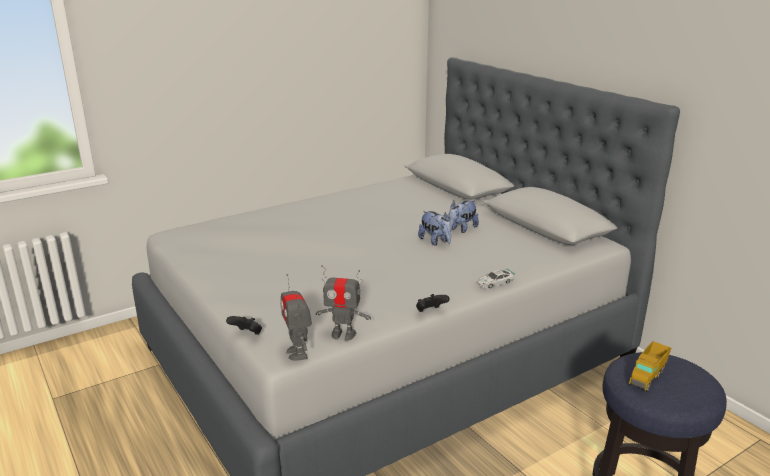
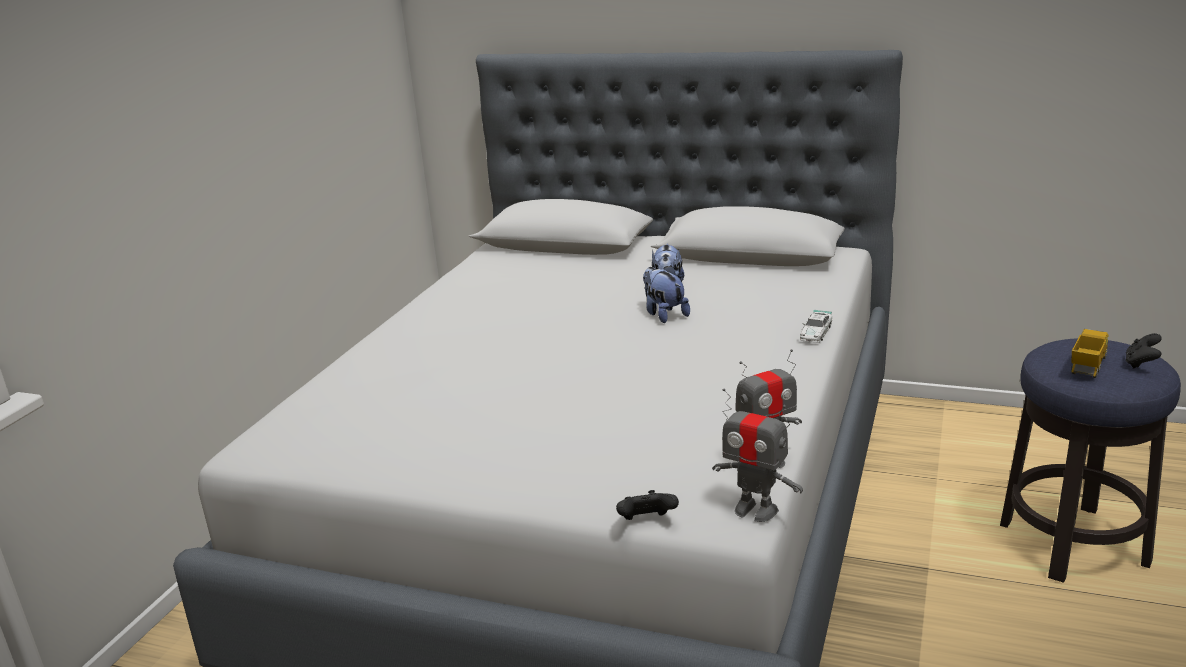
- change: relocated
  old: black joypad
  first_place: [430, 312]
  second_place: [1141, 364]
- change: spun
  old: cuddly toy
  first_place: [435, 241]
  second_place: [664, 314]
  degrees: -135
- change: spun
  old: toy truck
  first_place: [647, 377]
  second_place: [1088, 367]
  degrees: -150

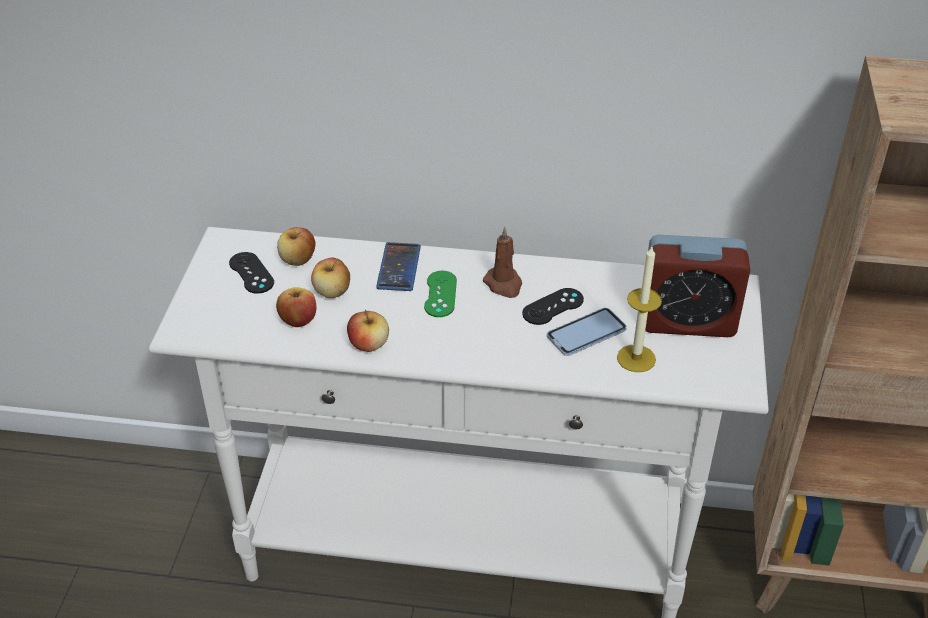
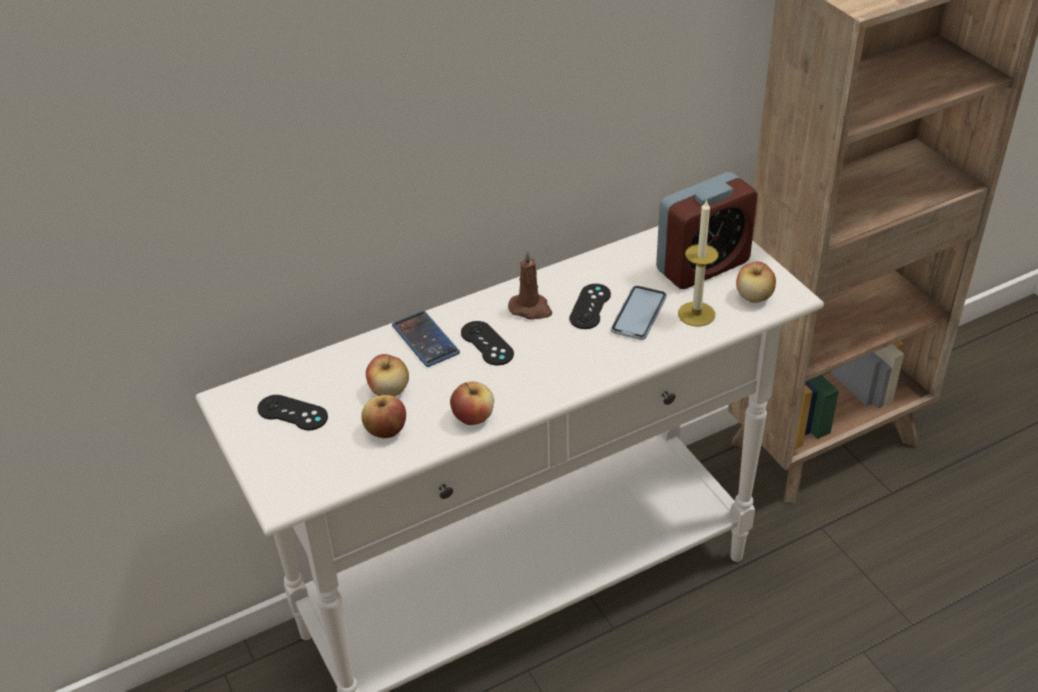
- change: relocated
  old: whole apple
  first_place: [298, 260]
  second_place: [754, 296]
- change: colour
  old: green joypad
  new: black joypad
  first_place: [440, 294]
  second_place: [487, 343]

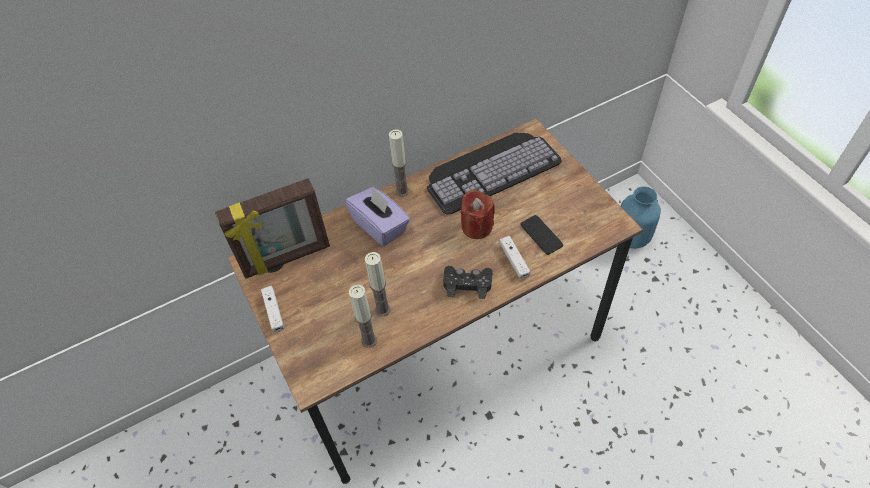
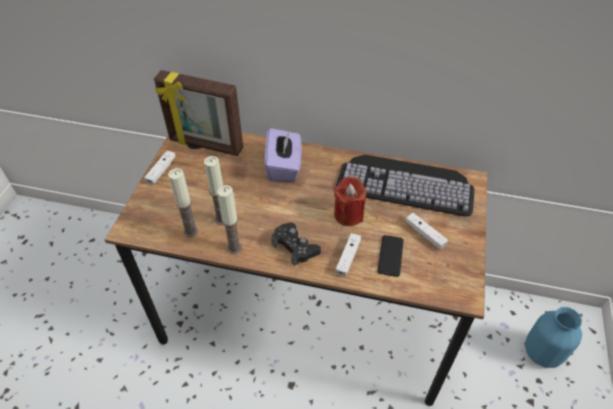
- change: relocated
  old: wax light
  first_place: [402, 191]
  second_place: [234, 248]
- change: appeared
  new: white joypad
  second_place: [425, 234]

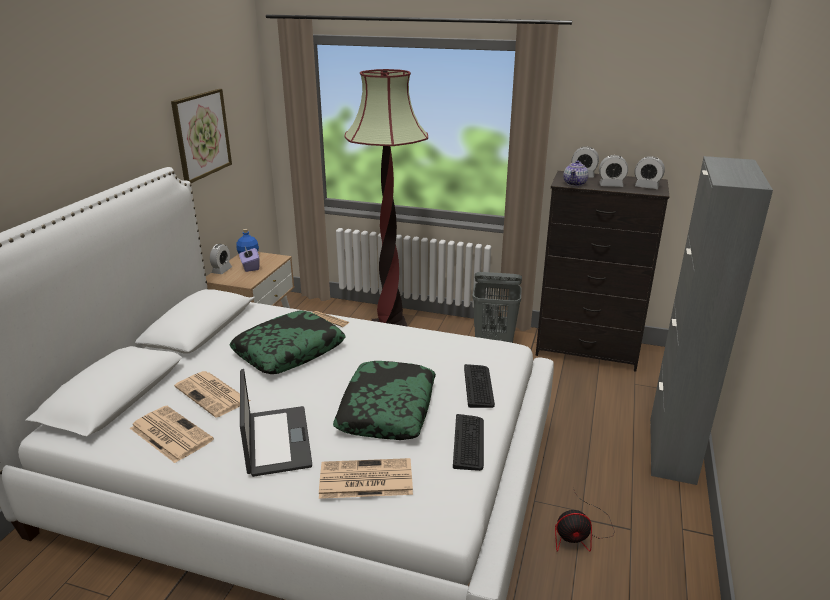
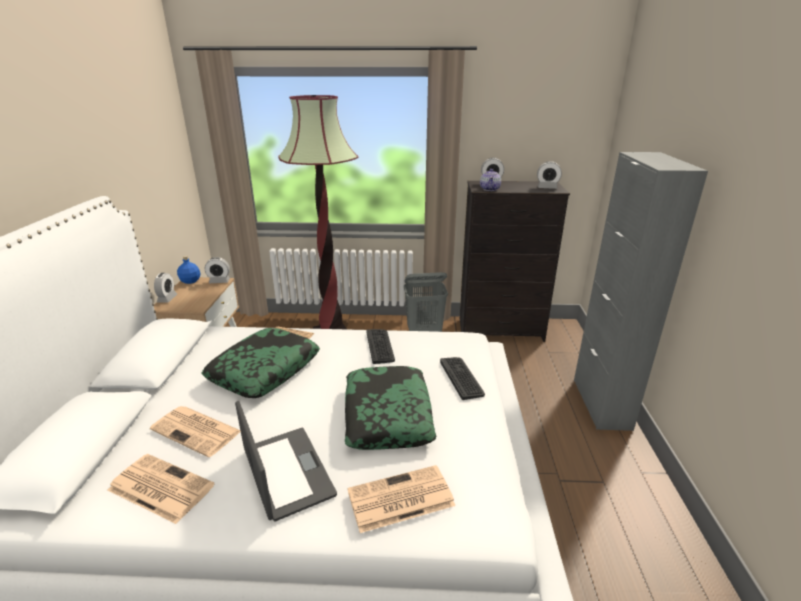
- change: missing
  old: wall art
  first_place: [201, 135]
- change: missing
  old: purple-coloured tissue holder
  first_place: [250, 267]
- change: relocated
  old: computer keyboard
  first_place: [469, 442]
  second_place: [380, 346]
- change: missing
  old: fan
  first_place: [580, 534]
- change: relocated
  old: alarm clock
  first_place: [611, 185]
  second_place: [219, 281]

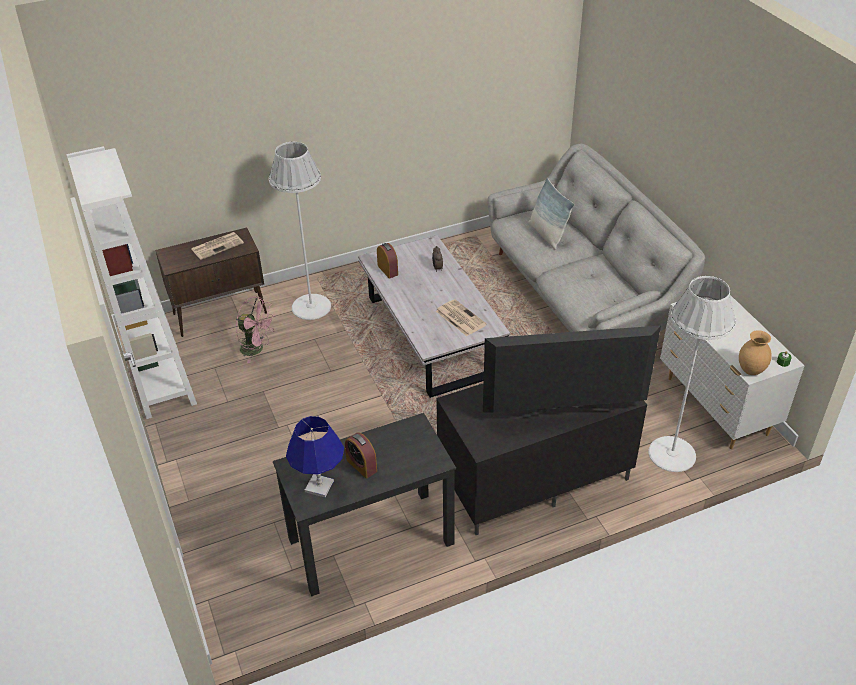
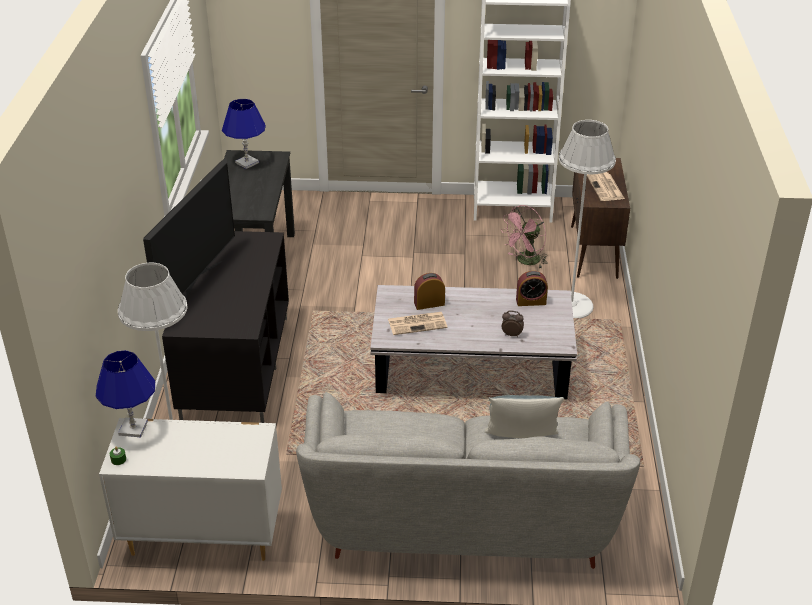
- change: relocated
  old: alarm clock
  first_place: [361, 465]
  second_place: [429, 304]
- change: exchanged
  old: brownish decorative vase
  new: blue-coloured tabletop lamp
  first_place: [750, 370]
  second_place: [133, 428]

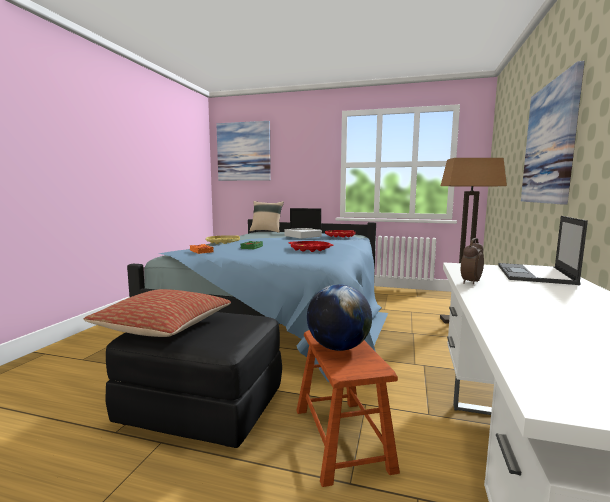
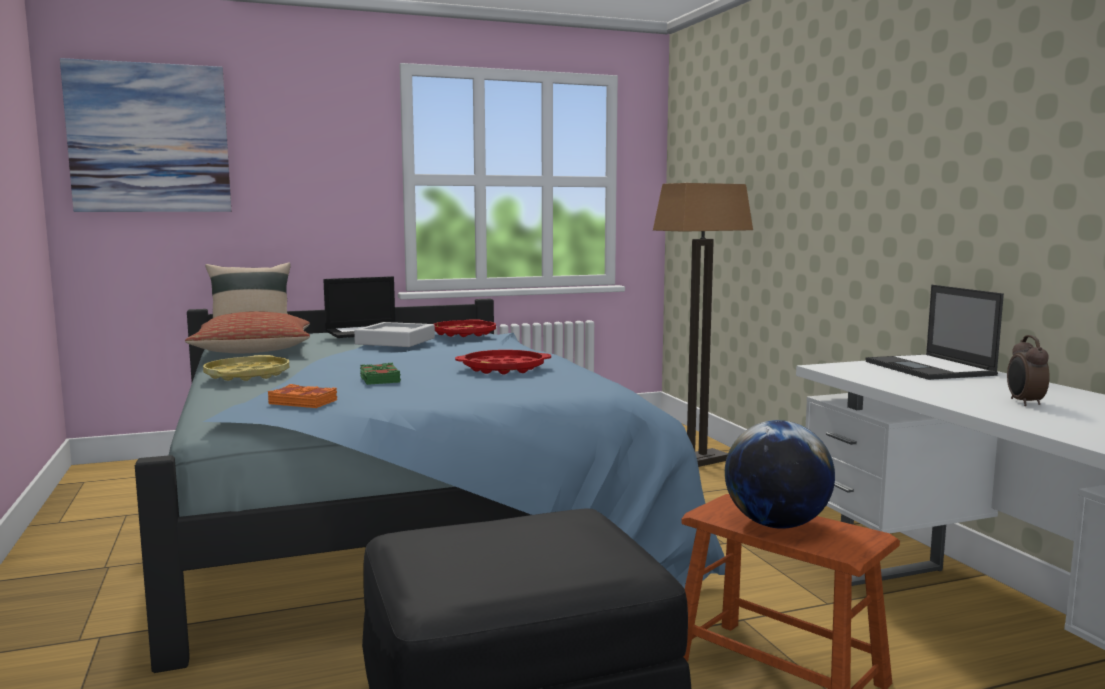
- change: relocated
  old: throw pillow
  first_place: [164, 327]
  second_place: [253, 351]
- change: relocated
  old: alarm clock
  first_place: [470, 282]
  second_place: [1024, 403]
- change: missing
  old: wall art
  first_place: [550, 143]

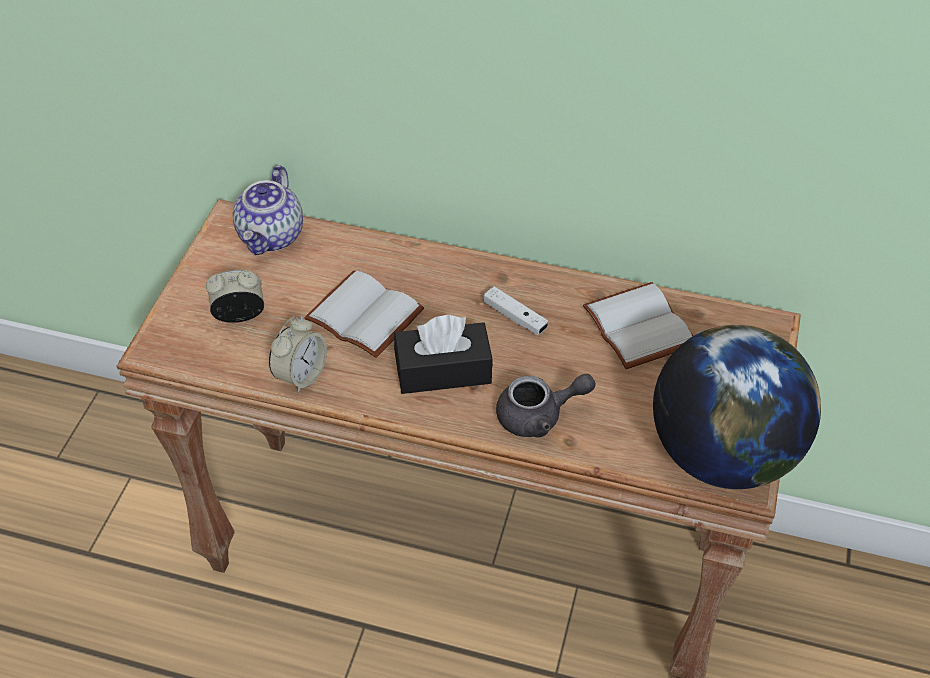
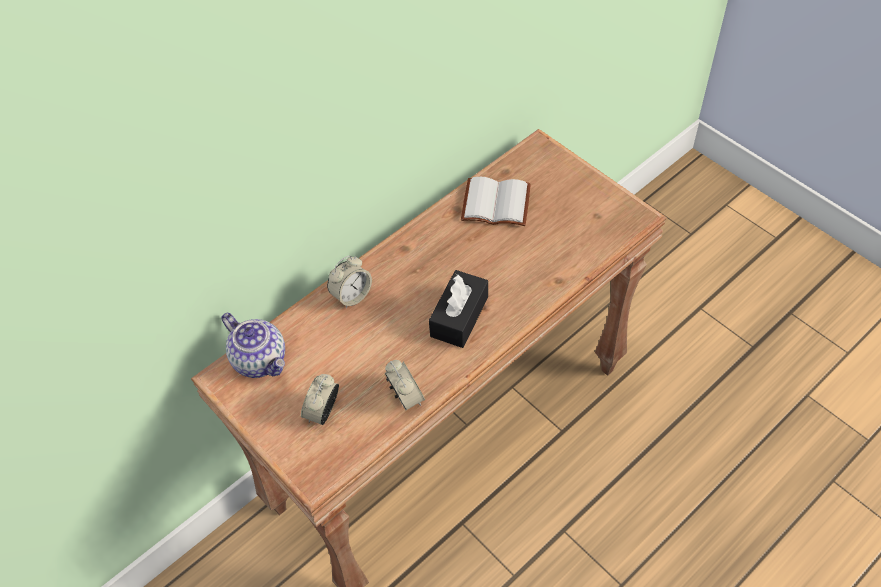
- change: missing
  old: white volume
  first_place: [361, 317]
- change: missing
  old: white joypad
  first_place: [515, 317]
- change: missing
  old: grey tea pot
  first_place: [539, 416]
- change: missing
  old: desk globe
  first_place: [722, 454]
- change: appeared
  new: alarm clock
  second_place: [352, 295]

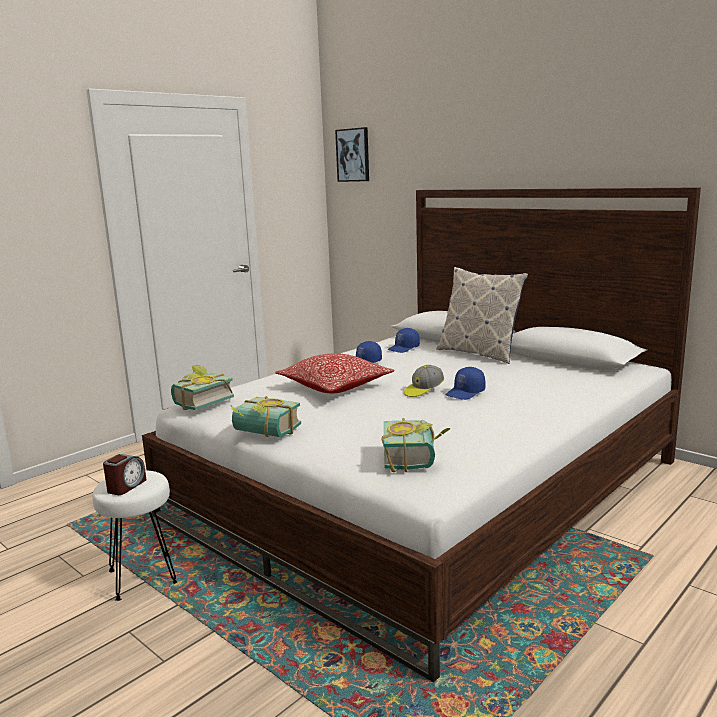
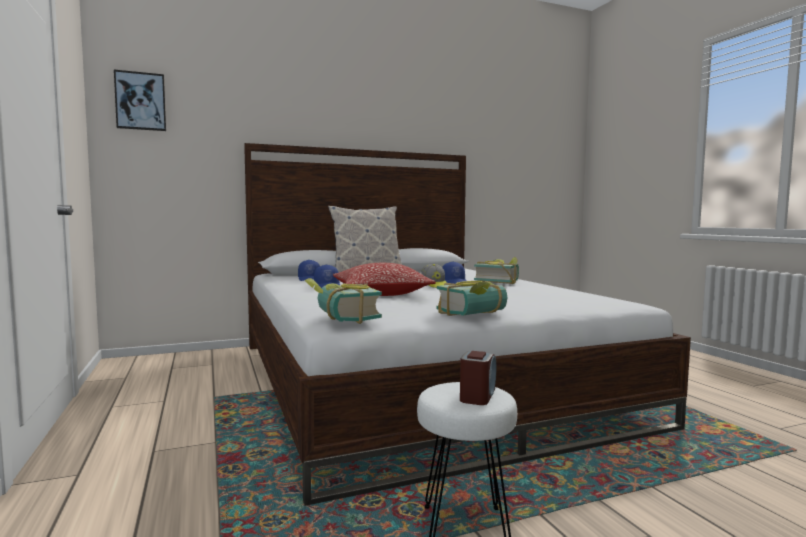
- change: spun
  old: alarm clock
  first_place: [126, 486]
  second_place: [477, 395]
  degrees: 60
- change: relocated
  old: volume
  first_place: [415, 459]
  second_place: [497, 282]

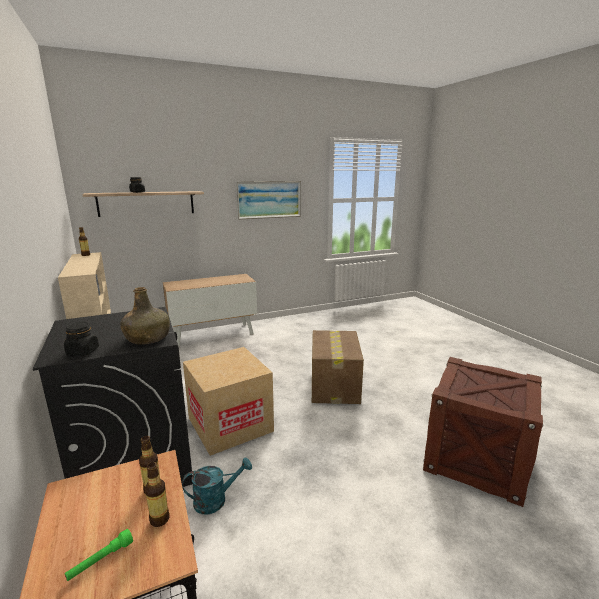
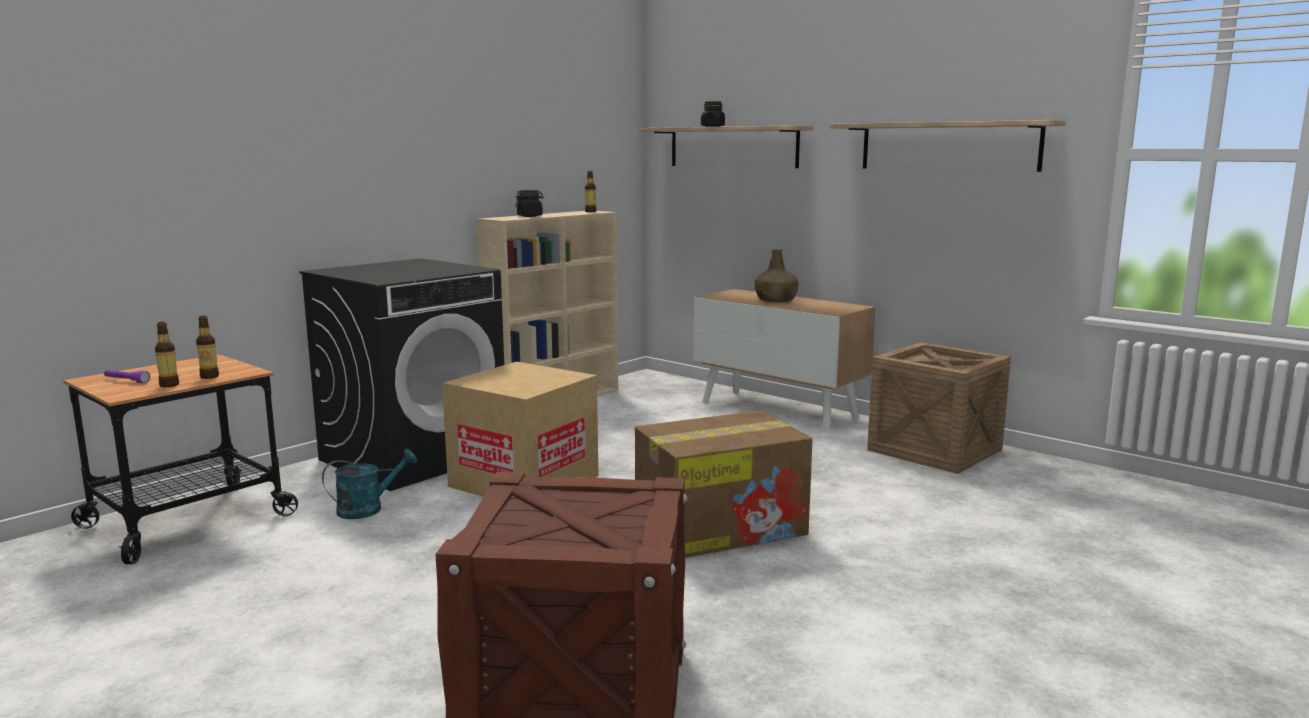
- change: relocated
  old: black storage jar
  first_place: [83, 351]
  second_place: [530, 216]
- change: colour
  old: green hand torch
  new: purple-coloured hand torch
  first_place: [101, 560]
  second_place: [126, 381]
- change: relocated
  old: green bottle
  first_place: [148, 338]
  second_place: [776, 300]
- change: spun
  old: blue-green watering pot
  first_place: [216, 500]
  second_place: [368, 509]
  degrees: -75
- change: exchanged
  old: wall art
  new: shelf
  first_place: [269, 199]
  second_place: [948, 146]
- change: appeared
  new: shipping crate
  second_place: [934, 450]

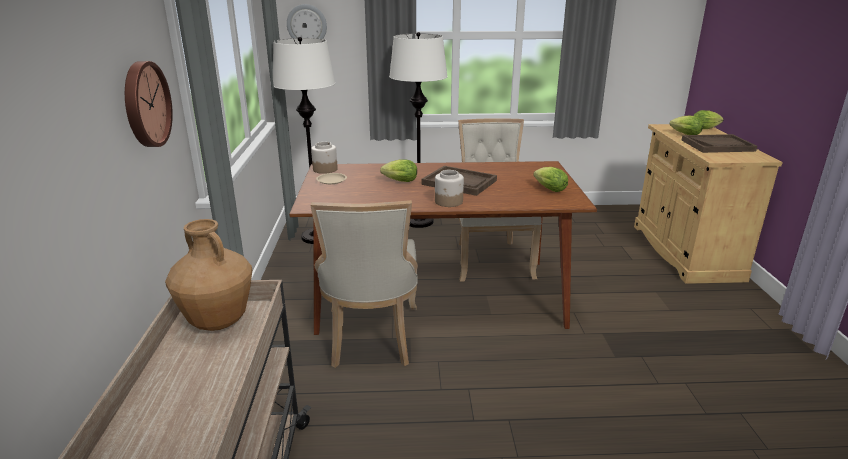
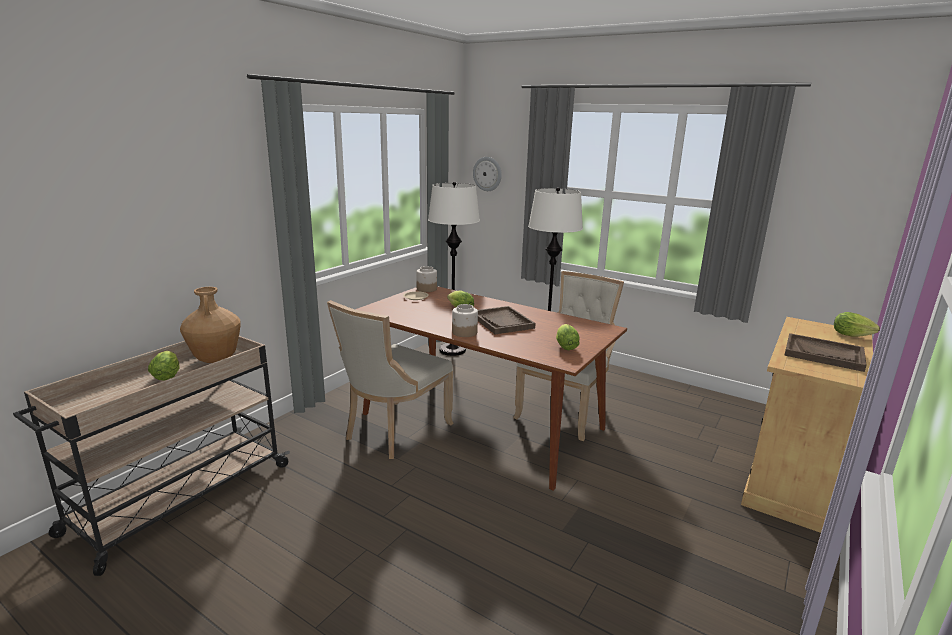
- change: missing
  old: hanging clock
  first_place: [144, 104]
- change: relocated
  old: head of lettuce
  first_place: [683, 134]
  second_place: [168, 375]

